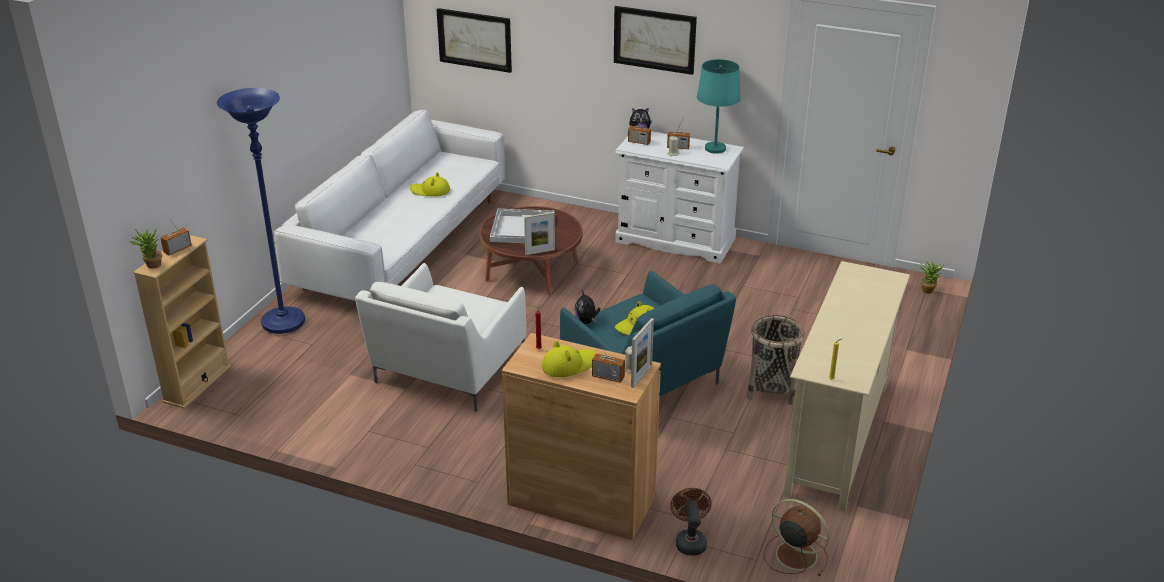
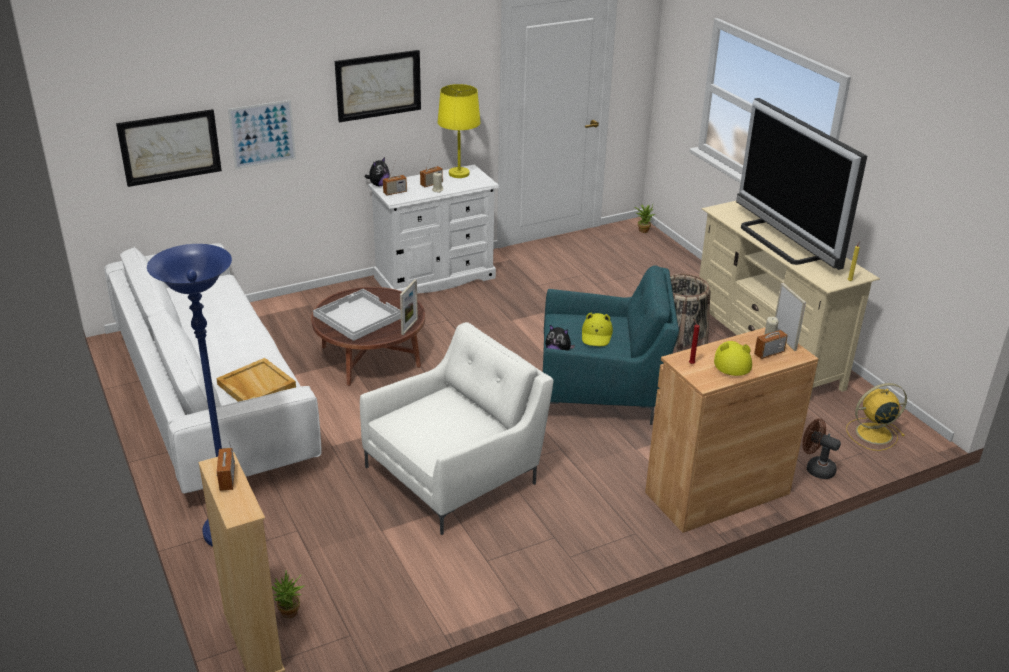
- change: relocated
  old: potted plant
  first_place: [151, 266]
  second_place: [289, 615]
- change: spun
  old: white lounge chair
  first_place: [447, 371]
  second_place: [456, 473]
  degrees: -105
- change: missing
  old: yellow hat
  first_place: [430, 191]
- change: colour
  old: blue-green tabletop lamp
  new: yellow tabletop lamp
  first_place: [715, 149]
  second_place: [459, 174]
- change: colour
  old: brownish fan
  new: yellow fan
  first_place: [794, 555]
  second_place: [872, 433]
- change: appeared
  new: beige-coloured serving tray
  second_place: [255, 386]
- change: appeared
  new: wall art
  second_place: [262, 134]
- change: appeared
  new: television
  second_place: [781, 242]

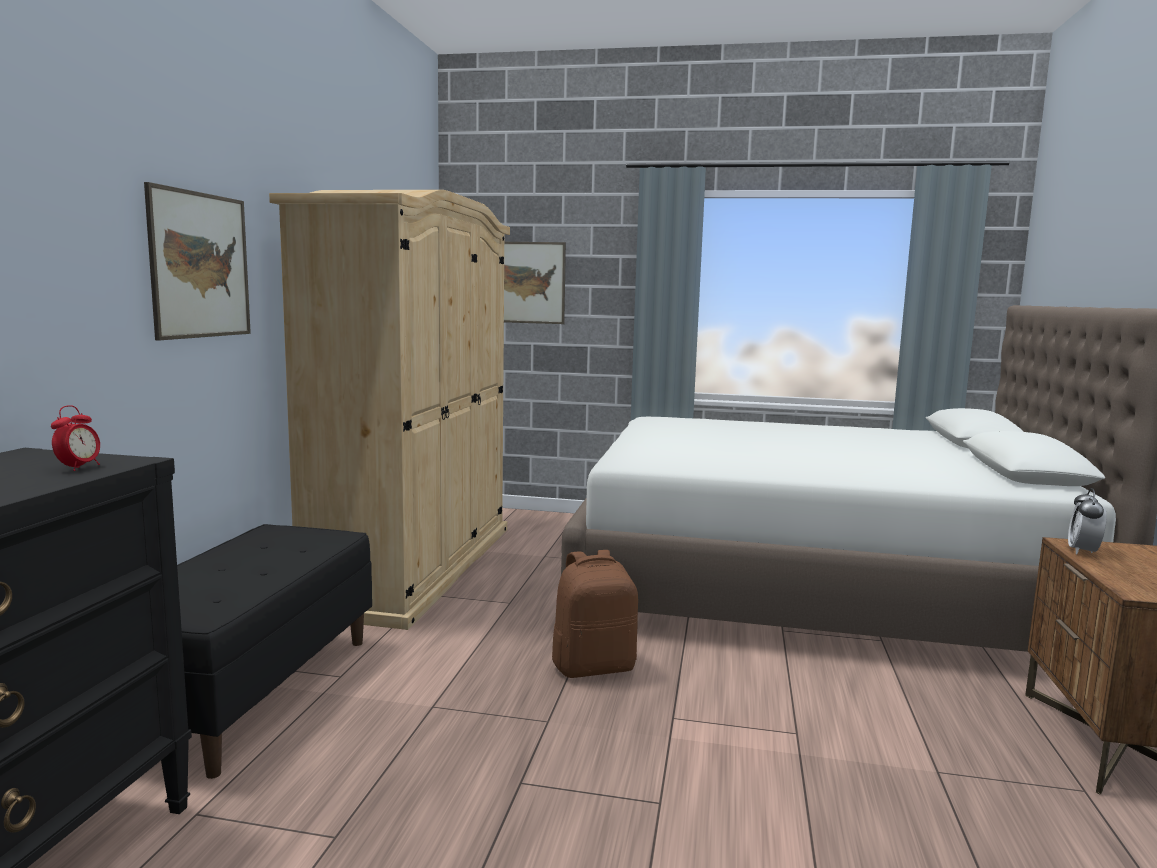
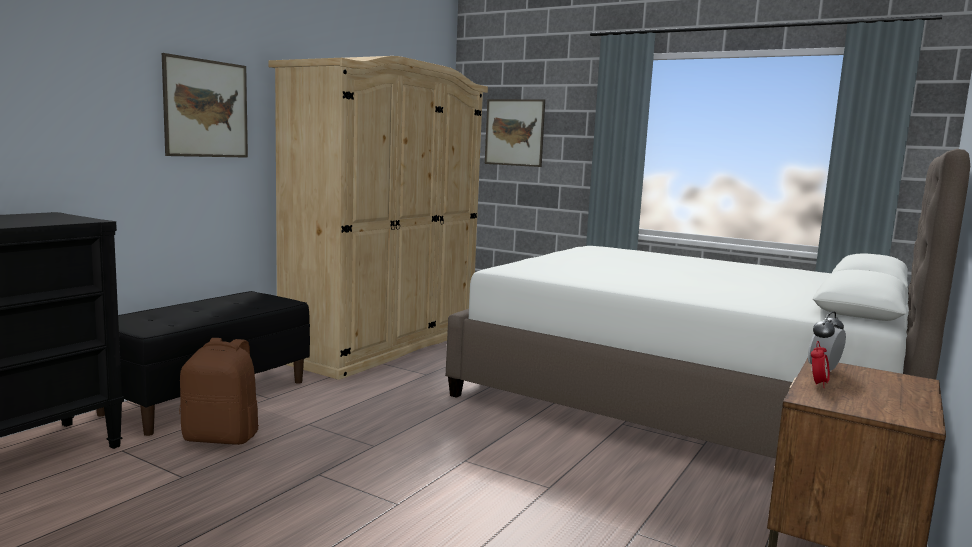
- change: relocated
  old: alarm clock
  first_place: [79, 468]
  second_place: [817, 384]
- change: relocated
  old: brownish backpack
  first_place: [594, 667]
  second_place: [222, 437]

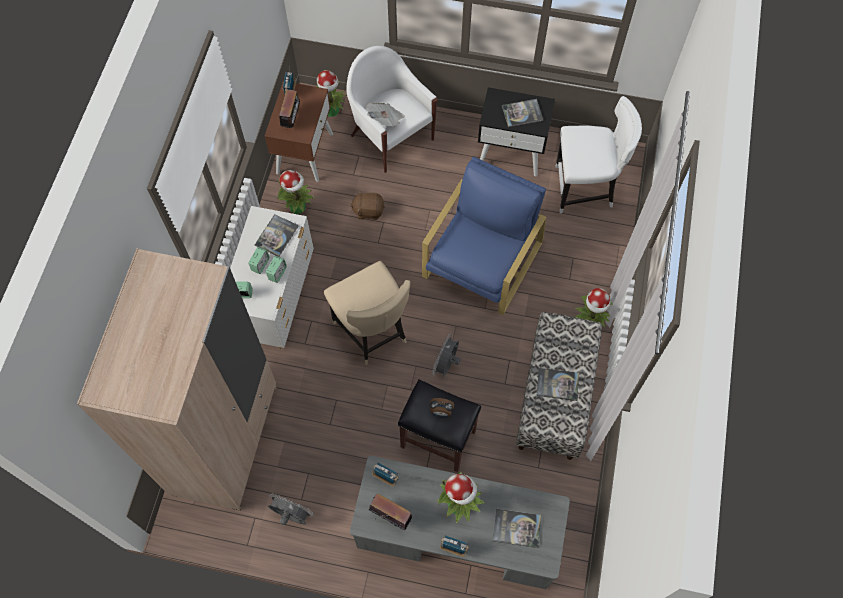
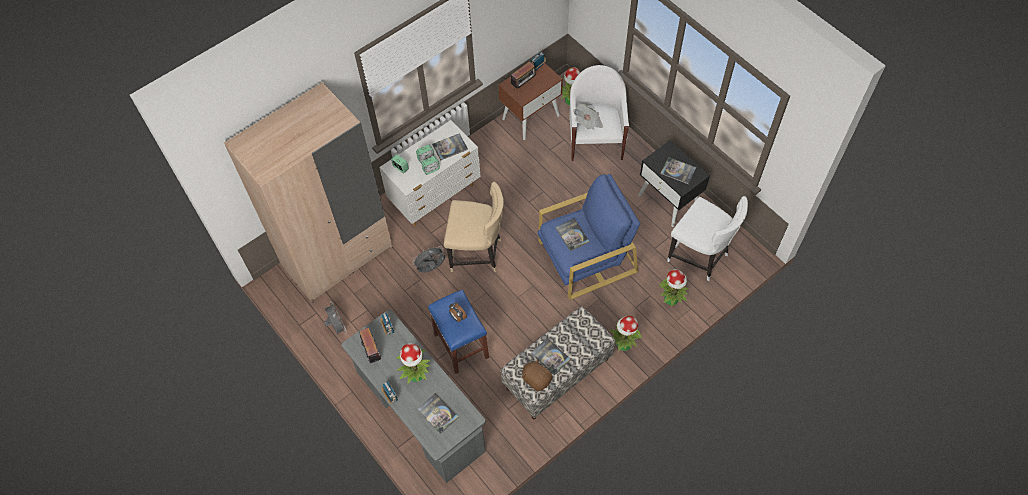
- change: relocated
  old: potted plant
  first_place: [298, 207]
  second_place: [671, 299]
- change: spun
  old: beige-coloured chair
  first_place: [372, 332]
  second_place: [477, 254]
  degrees: -90
- change: relocated
  old: brownish cuddly toy
  first_place: [368, 210]
  second_place: [536, 379]
- change: colour
  old: black stool seat
  new: blue-coloured stool seat
  first_place: [439, 438]
  second_place: [462, 346]
- change: relocated
  old: grey fan
  first_place: [446, 365]
  second_place: [431, 268]
- change: appeared
  new: volume
  second_place: [572, 235]

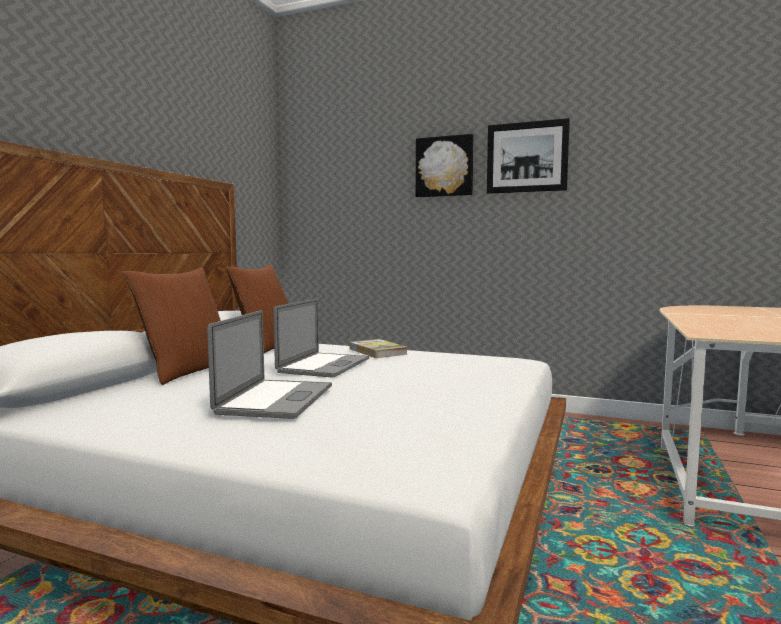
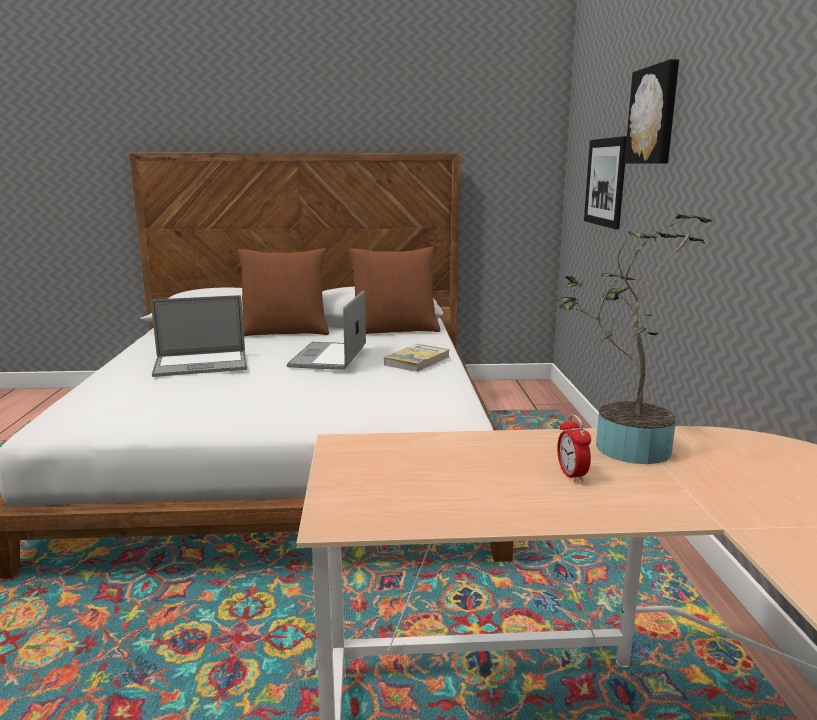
- change: spun
  old: portable computer
  first_place: [324, 365]
  second_place: [328, 356]
  degrees: 105
- change: relocated
  old: wall art
  first_place: [526, 157]
  second_place: [605, 182]
- change: appeared
  new: alarm clock
  second_place: [571, 475]
- change: appeared
  new: potted plant
  second_place: [623, 447]

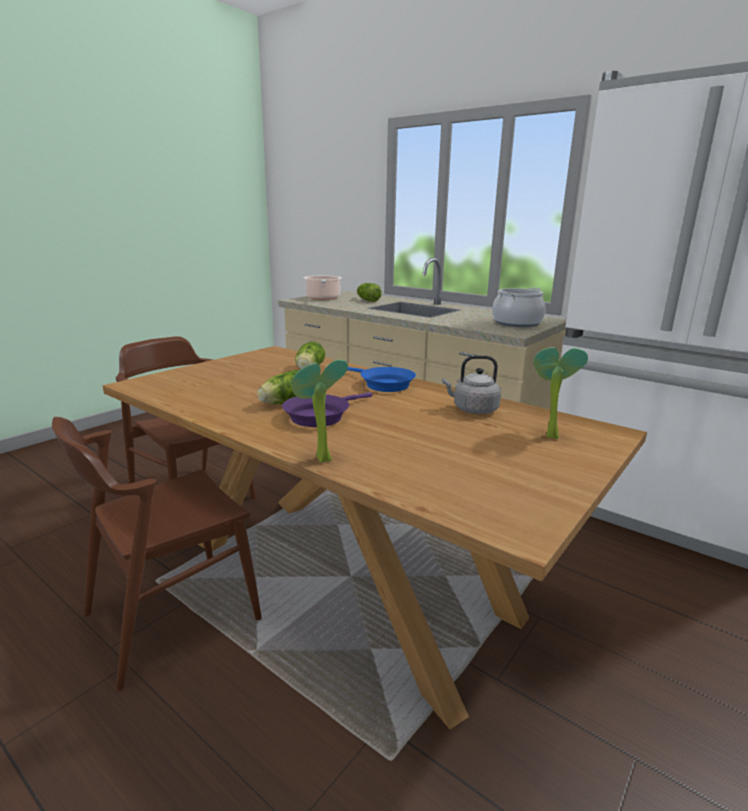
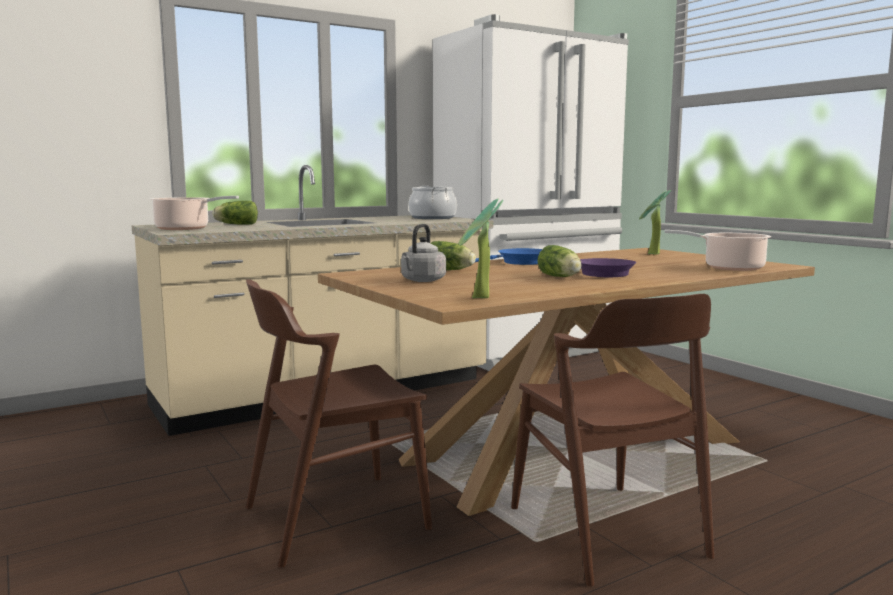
- change: relocated
  old: potted plant
  first_place: [319, 459]
  second_place: [479, 298]
- change: relocated
  old: grey kettle
  first_place: [473, 410]
  second_place: [422, 280]
- change: appeared
  new: cooking pot
  second_place: [729, 268]

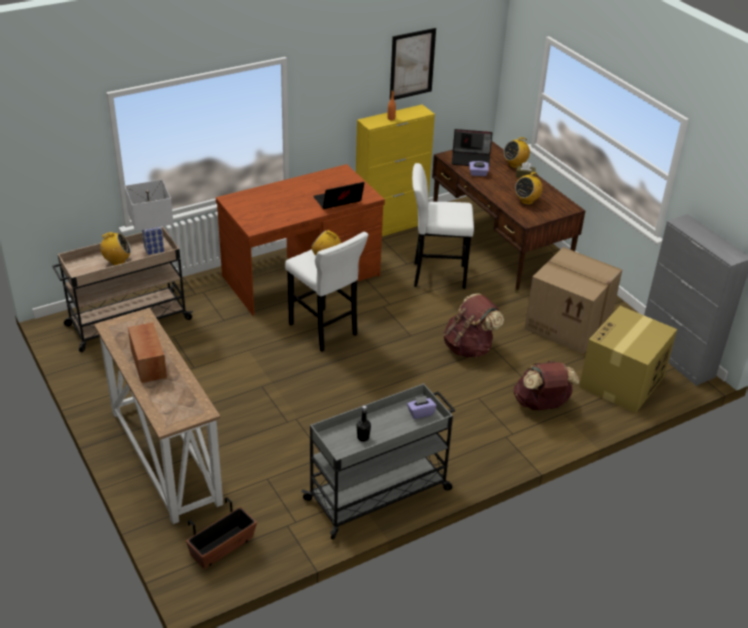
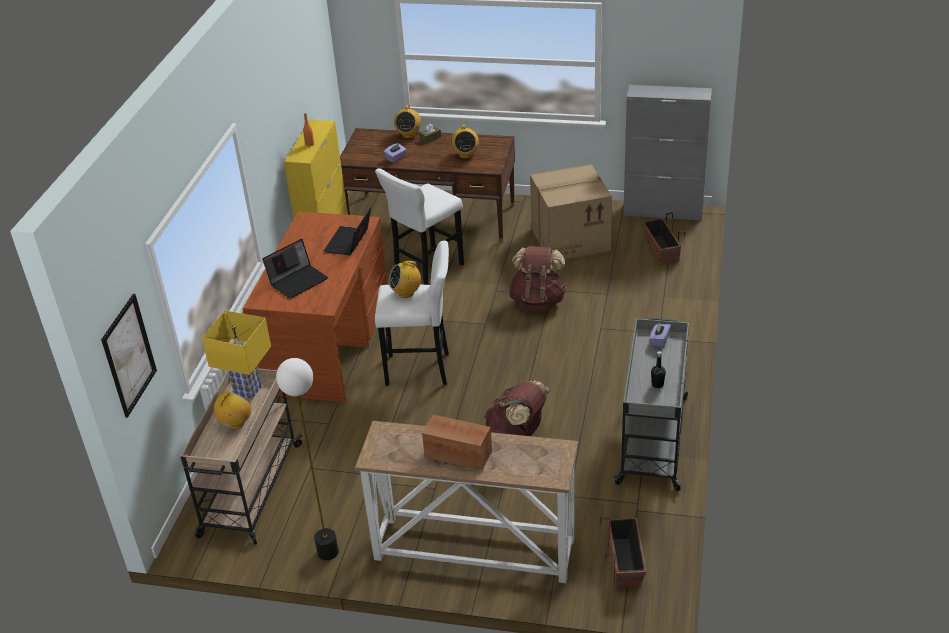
- change: colour
  old: white tabletop lamp
  new: yellow tabletop lamp
  first_place: [153, 249]
  second_place: [248, 391]
- change: relocated
  old: wall art
  first_place: [412, 64]
  second_place: [129, 355]
- change: relocated
  old: portable computer
  first_place: [471, 159]
  second_place: [298, 280]
- change: relocated
  old: brownish backpack
  first_place: [541, 405]
  second_place: [517, 435]
- change: exchanged
  old: packing box
  new: plant pot
  first_place: [621, 382]
  second_place: [661, 250]
- change: appeared
  new: floor lamp
  second_place: [328, 552]

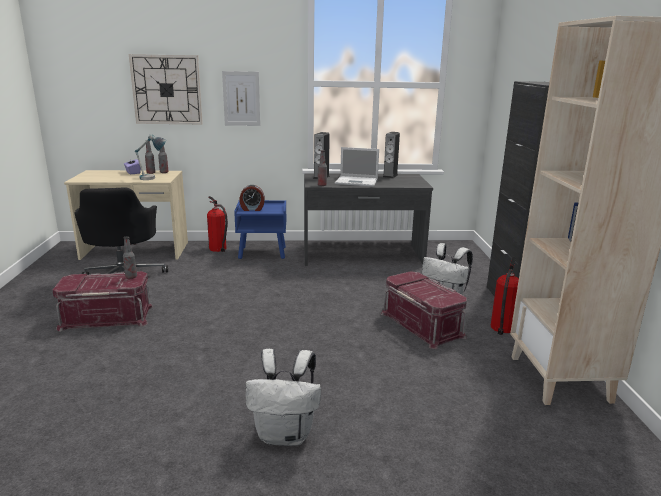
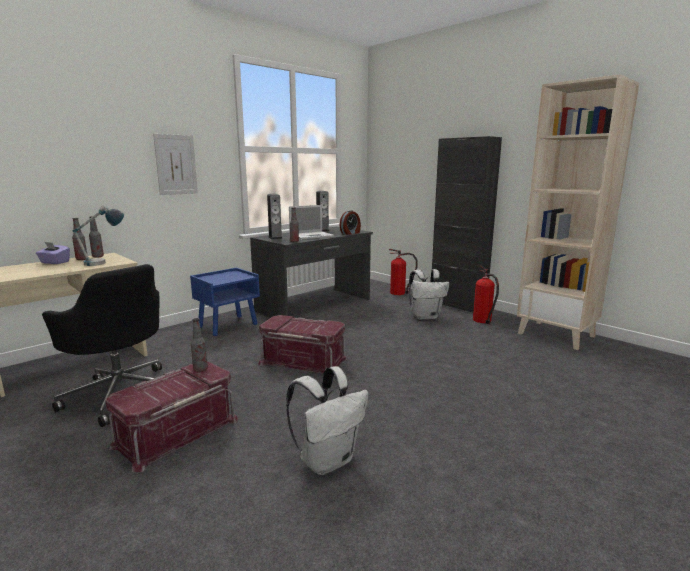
- change: missing
  old: hanging clock
  first_place: [167, 90]
- change: relocated
  old: fire-fighting cylinder
  first_place: [219, 249]
  second_place: [399, 293]
- change: relocated
  old: alarm clock
  first_place: [252, 209]
  second_place: [350, 233]
- change: relocated
  old: white backpack
  first_place: [286, 434]
  second_place: [328, 460]
- change: relocated
  old: red storage box
  first_place: [422, 324]
  second_place: [303, 361]

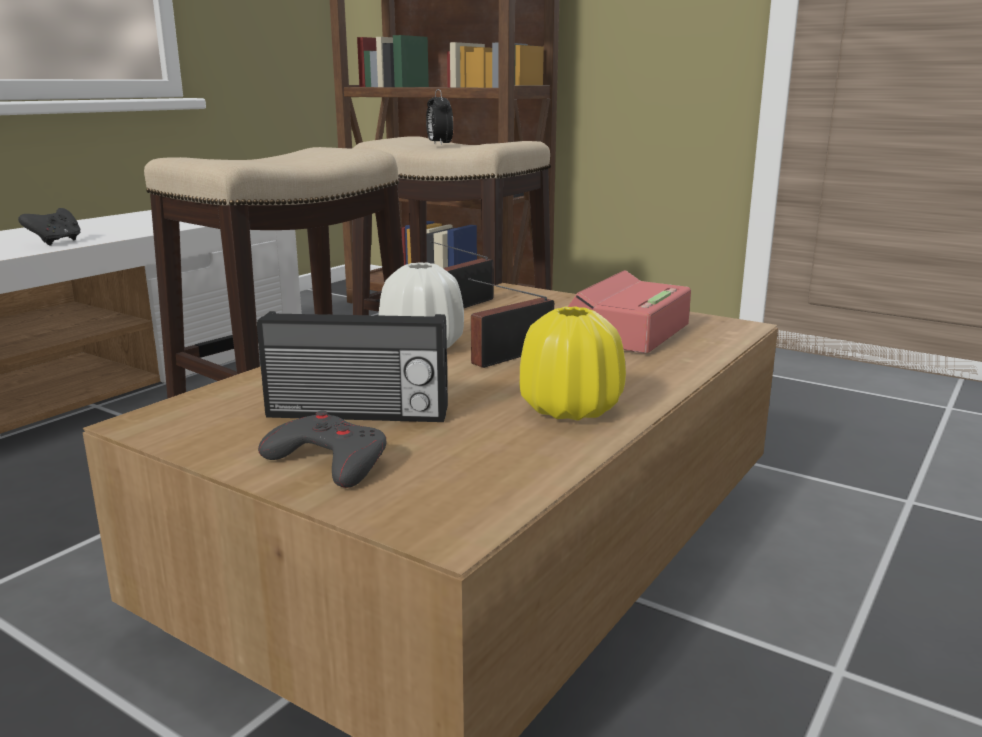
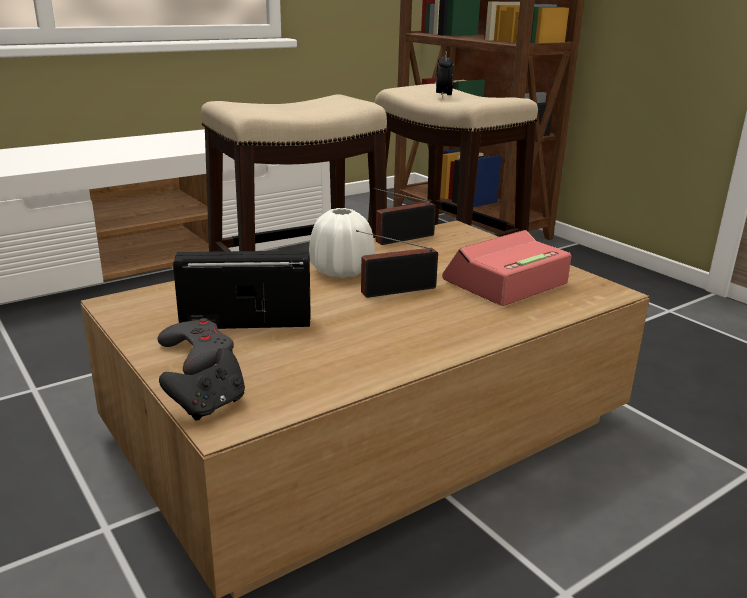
- change: relocated
  old: black joypad
  first_place: [56, 242]
  second_place: [209, 406]
- change: spun
  old: radio
  first_place: [357, 414]
  second_place: [246, 321]
  degrees: 150
- change: missing
  old: yellow decorative vase
  first_place: [570, 409]

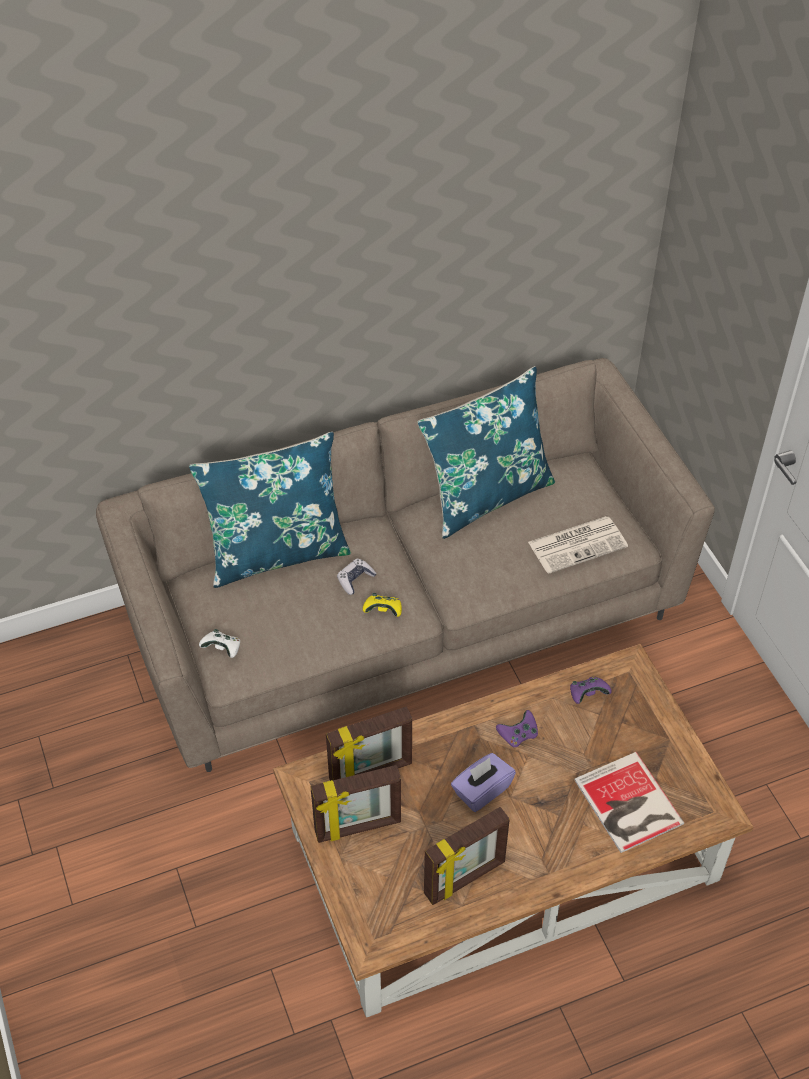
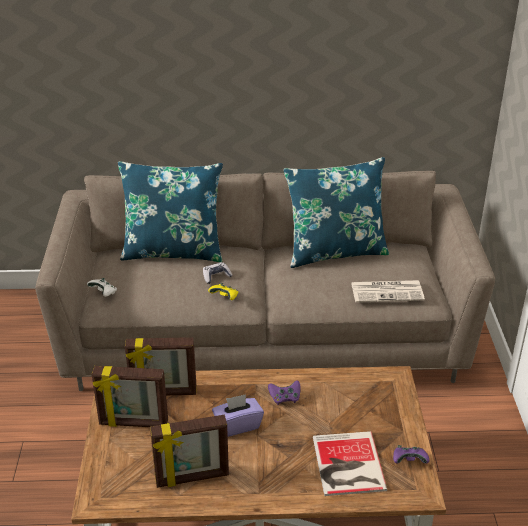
- change: relocated
  old: purple-coloured joypad
  first_place: [587, 695]
  second_place: [409, 461]

